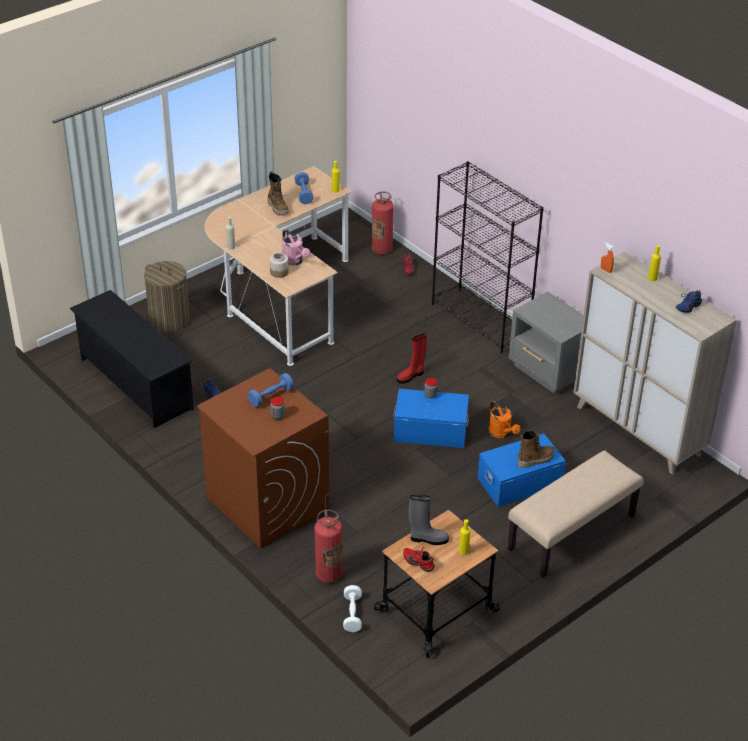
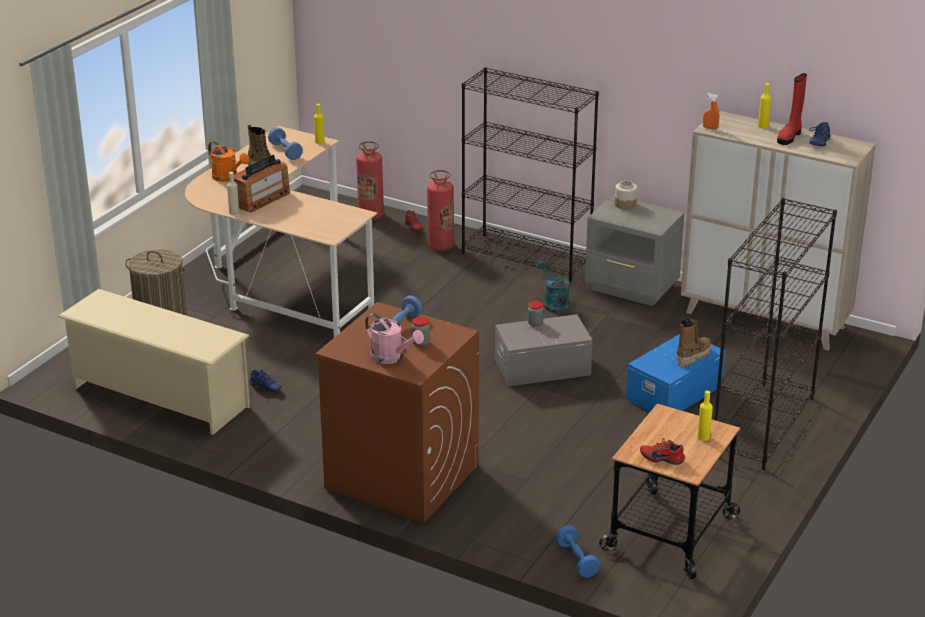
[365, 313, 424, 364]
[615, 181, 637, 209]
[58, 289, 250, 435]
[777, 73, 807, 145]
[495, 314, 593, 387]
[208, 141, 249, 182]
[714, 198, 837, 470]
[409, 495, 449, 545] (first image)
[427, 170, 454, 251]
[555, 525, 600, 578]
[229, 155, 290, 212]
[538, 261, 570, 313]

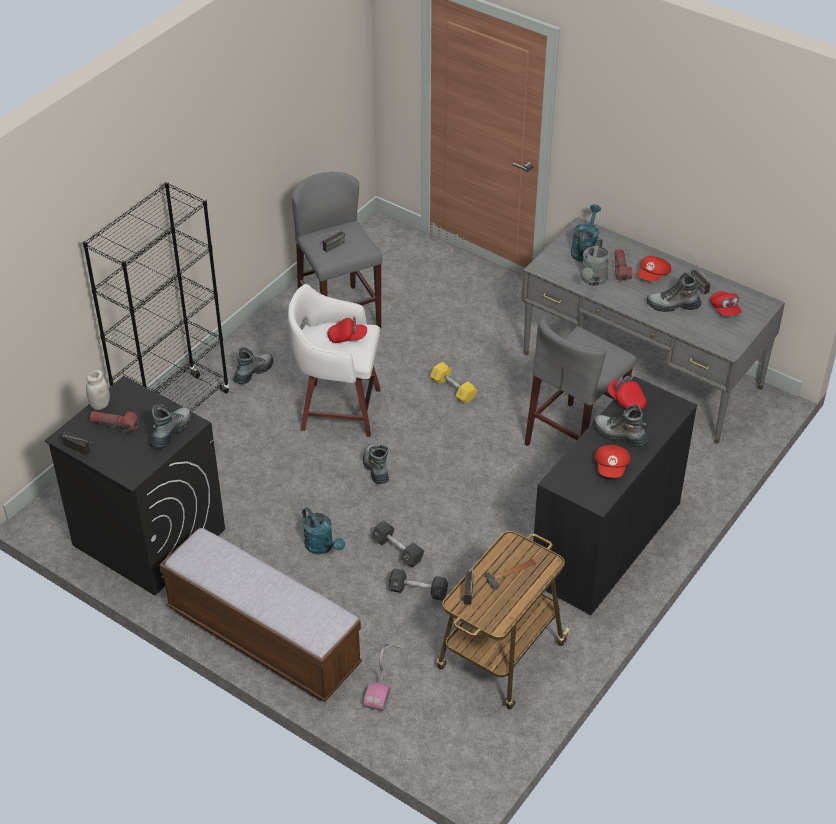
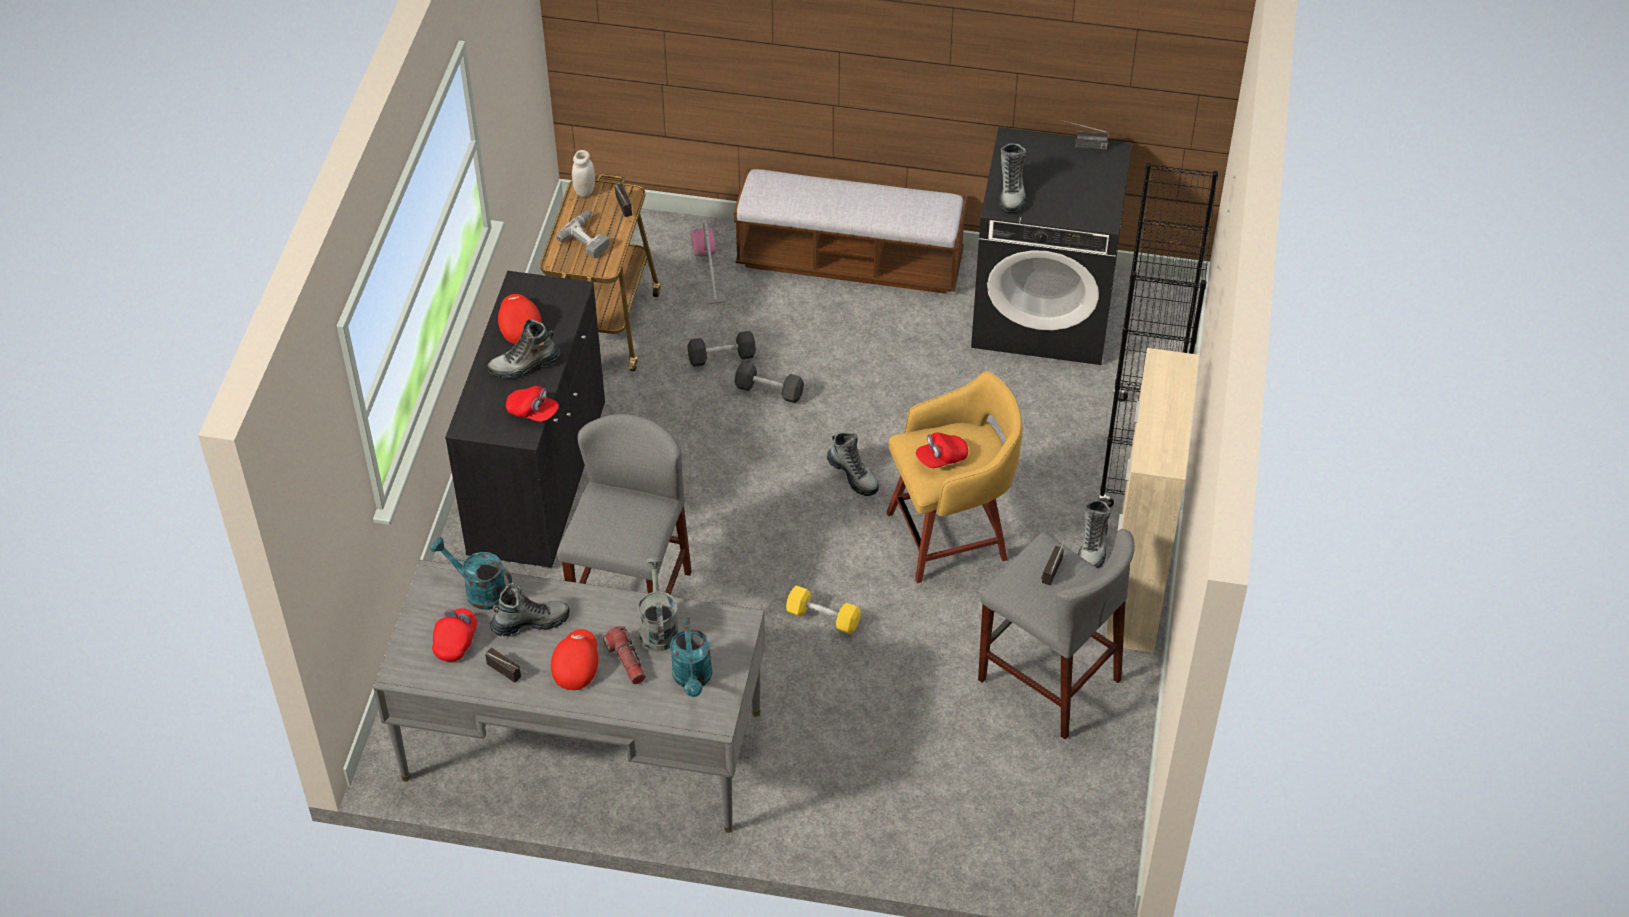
[886, 371, 1023, 583]
[432, 608, 477, 662]
[572, 150, 595, 197]
[487, 319, 561, 380]
[90, 411, 138, 433] (first image)
[430, 537, 512, 610]
[556, 210, 610, 258]
[1105, 348, 1199, 653]

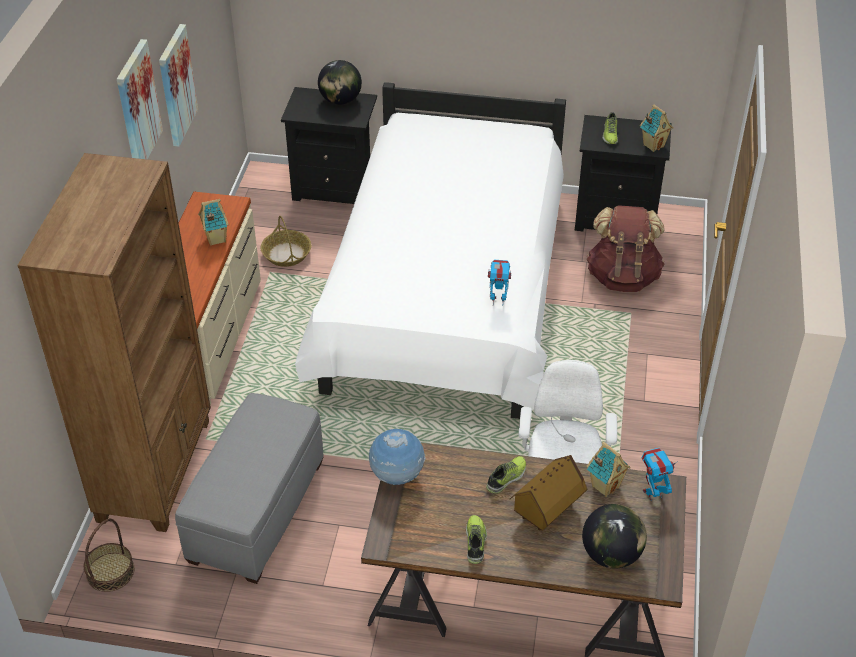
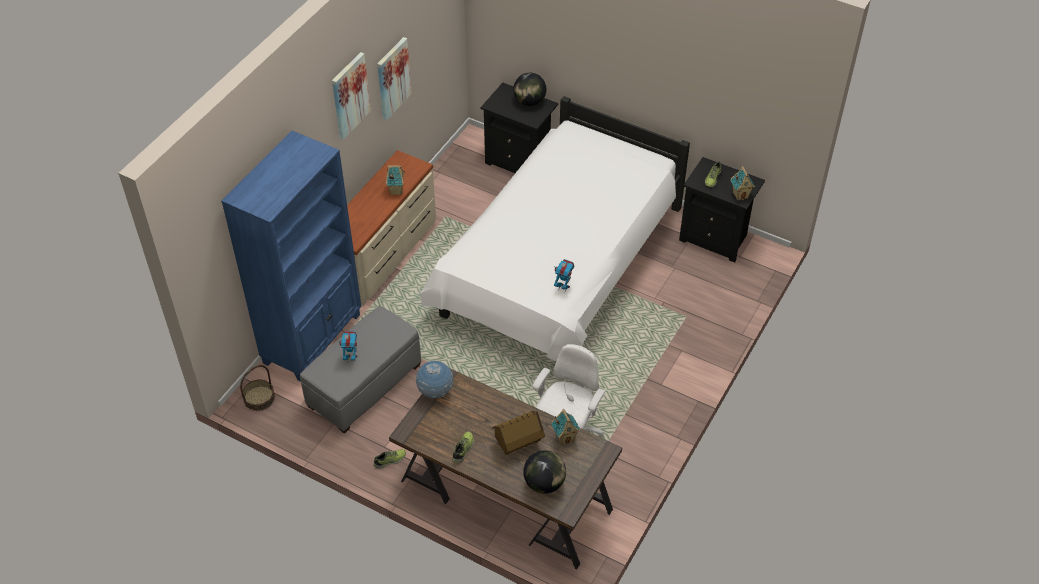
[221, 131, 362, 381]
[587, 205, 664, 292] (first image)
[261, 216, 311, 267] (first image)
[340, 331, 357, 363]
[373, 449, 406, 469]

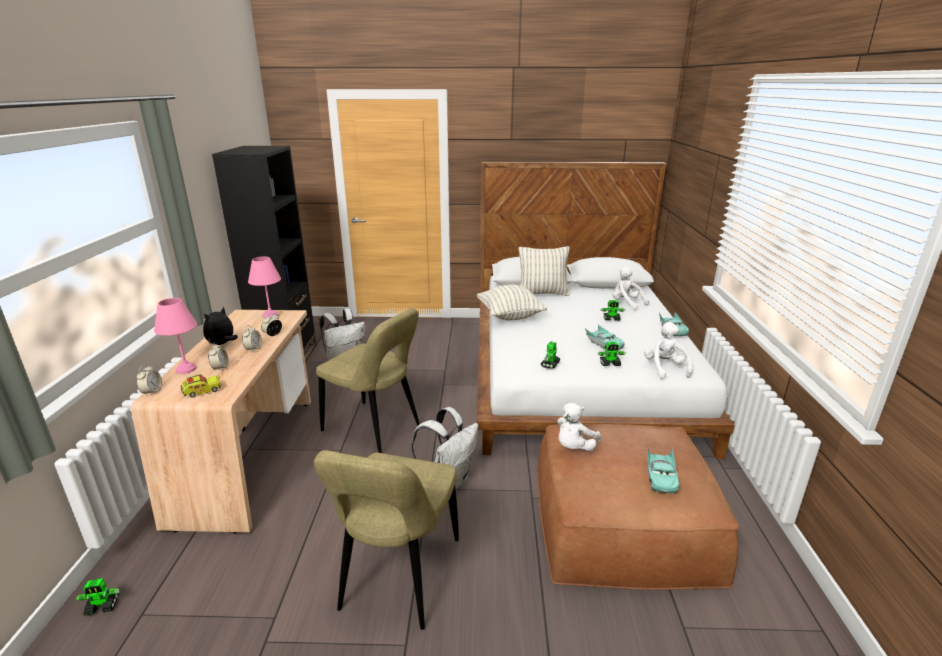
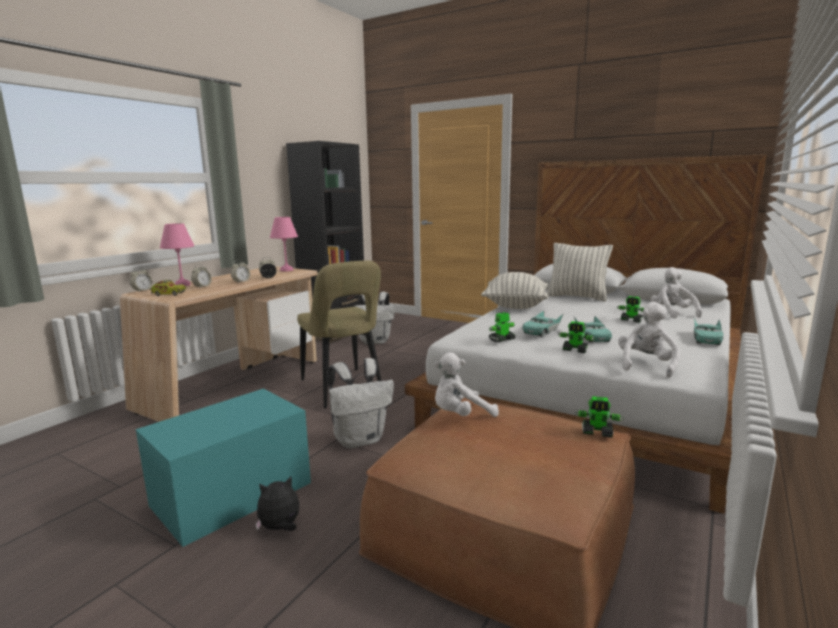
[255, 476, 299, 531]
[522, 311, 564, 337]
[136, 389, 311, 547]
[575, 396, 624, 438]

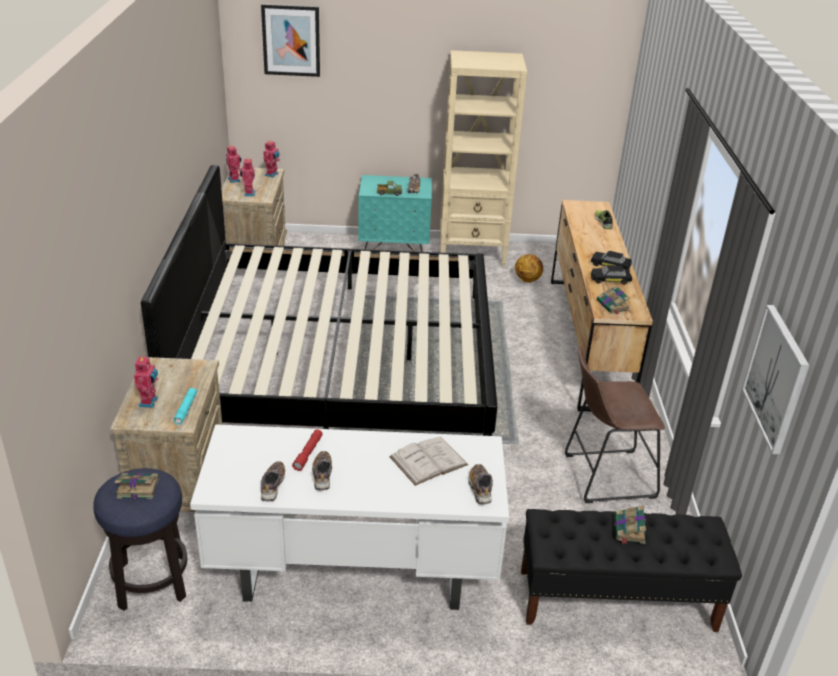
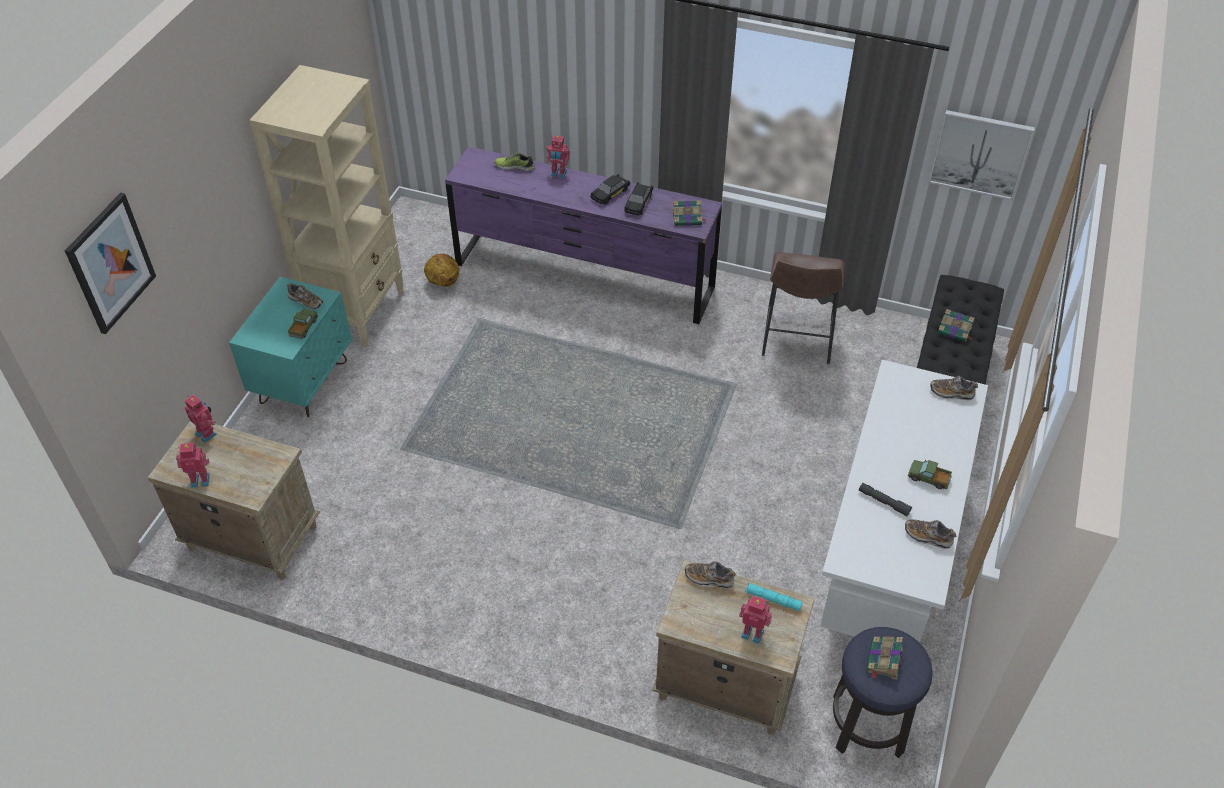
[547, 135, 570, 178]
[141, 165, 497, 436] (first image)
[445, 146, 722, 324]
[859, 483, 912, 516]
[389, 437, 468, 486] (first image)
[685, 561, 736, 589]
[908, 460, 952, 489]

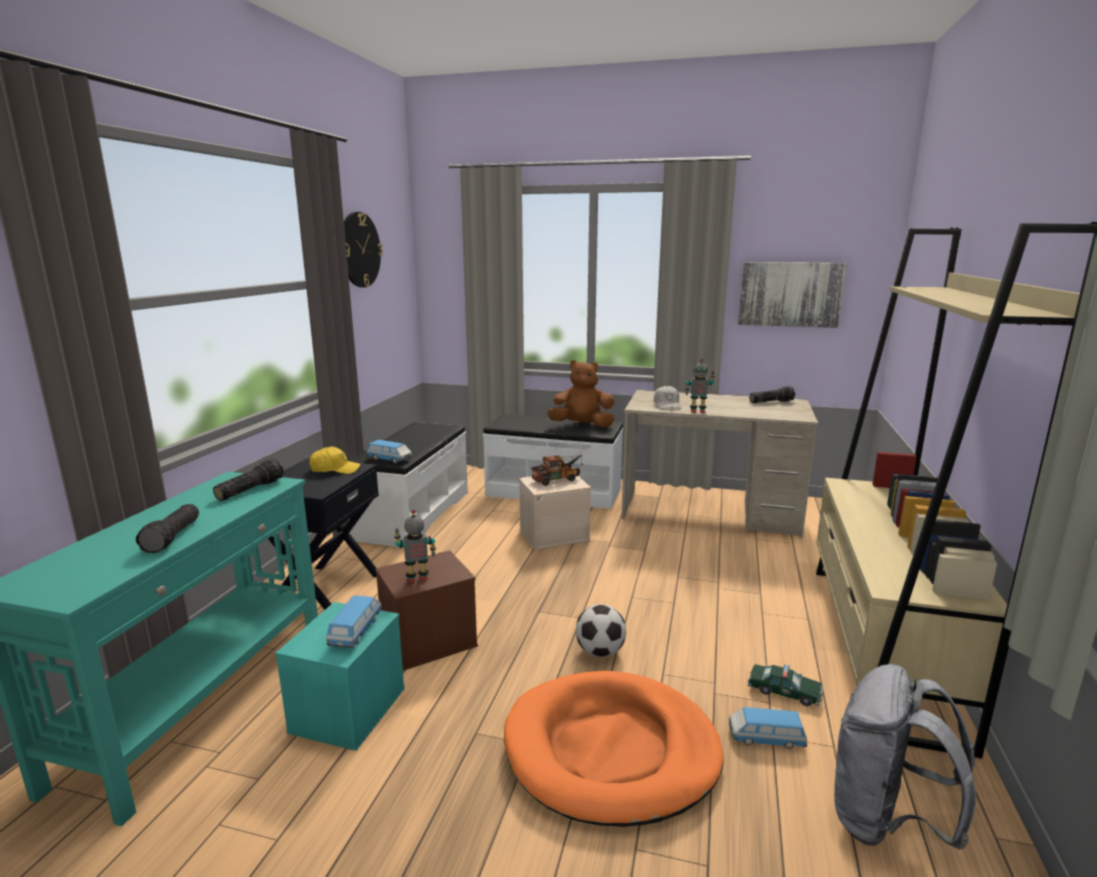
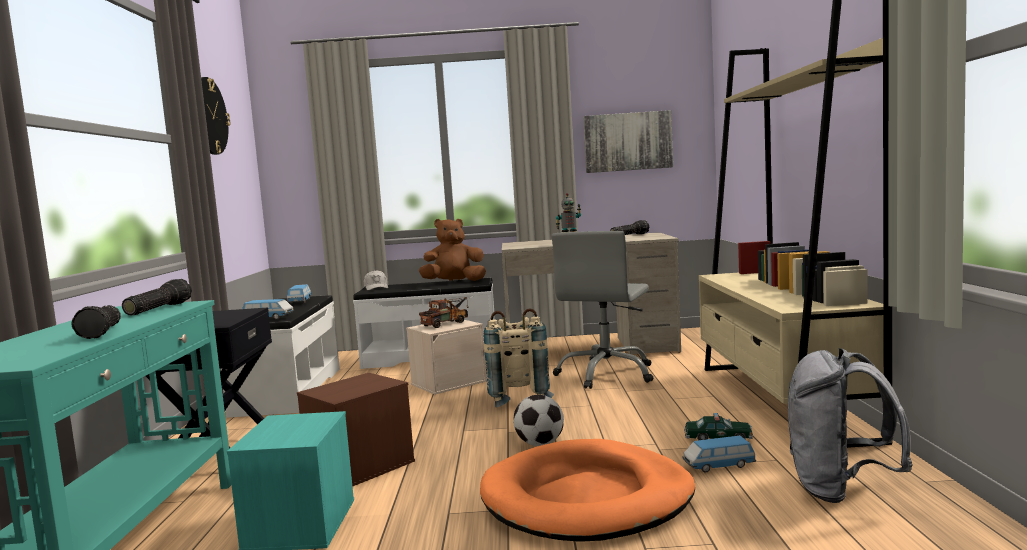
[363, 270, 388, 291]
[309, 447, 361, 474] (first image)
[394, 510, 436, 583] (first image)
[287, 284, 311, 304]
[551, 231, 653, 389]
[483, 308, 554, 407]

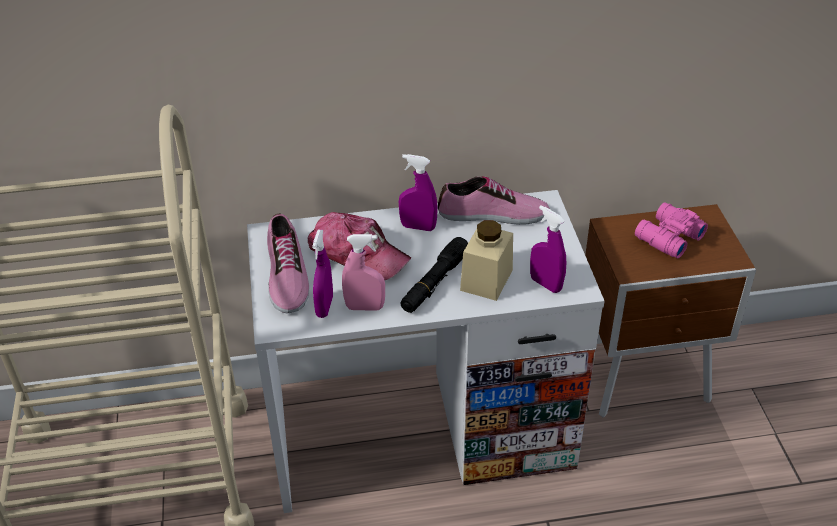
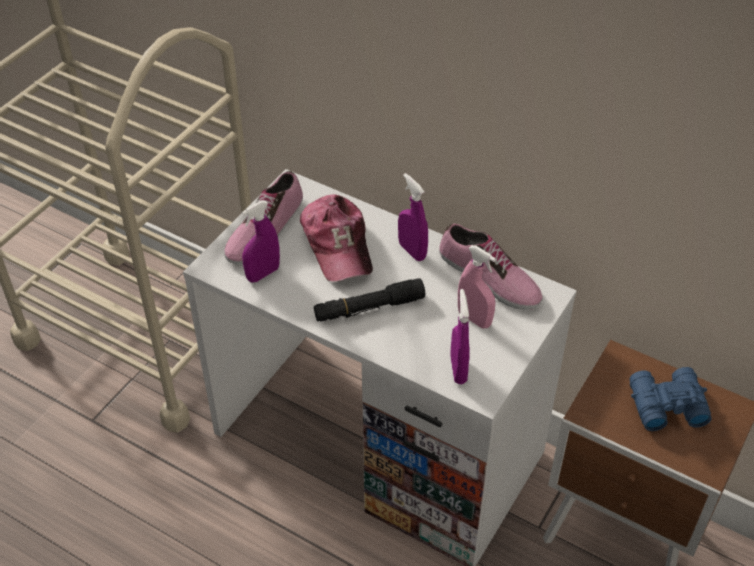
[629, 367, 711, 431]
[460, 220, 513, 301] (first image)
[458, 245, 496, 328]

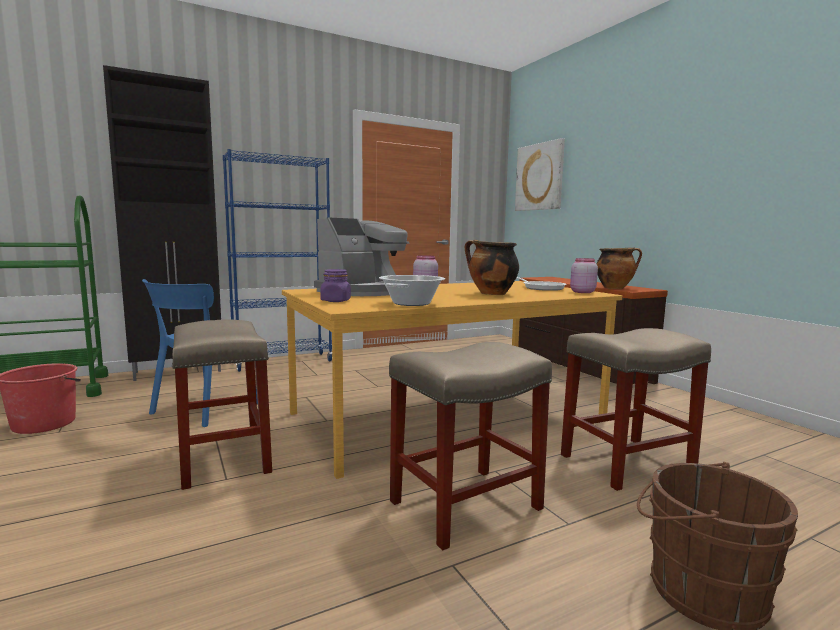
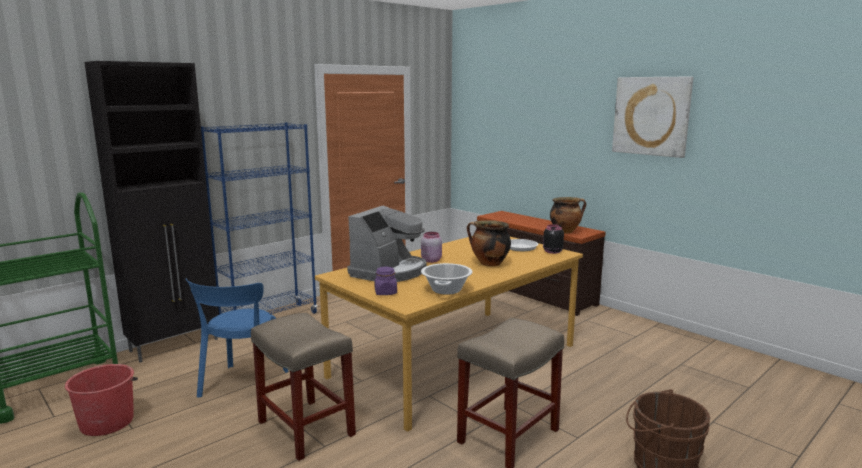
[612, 77, 693, 158]
[543, 224, 564, 254]
[561, 328, 711, 491] (first image)

